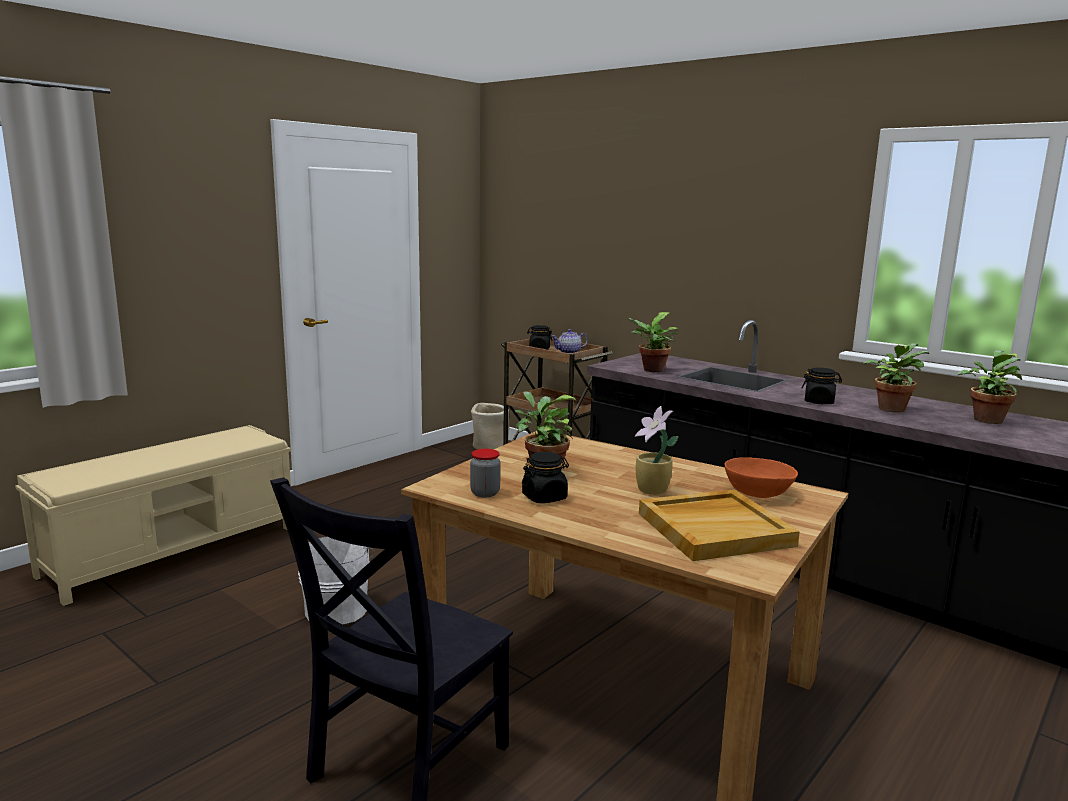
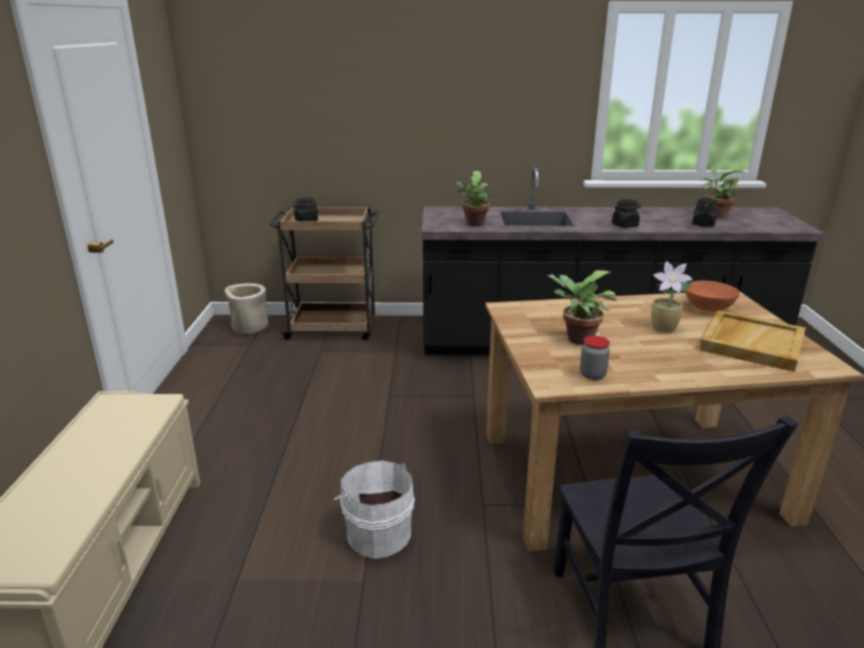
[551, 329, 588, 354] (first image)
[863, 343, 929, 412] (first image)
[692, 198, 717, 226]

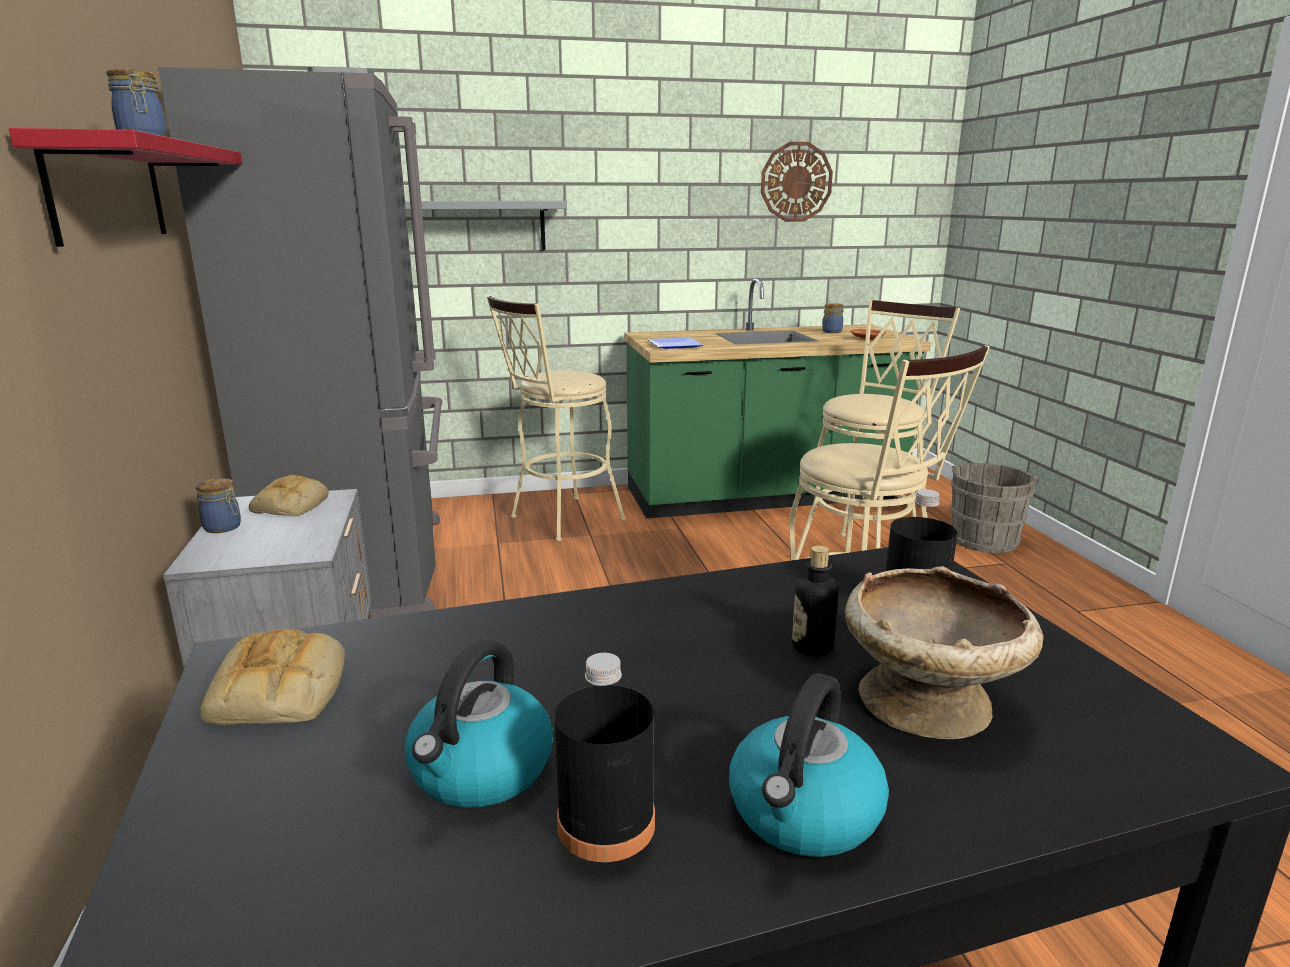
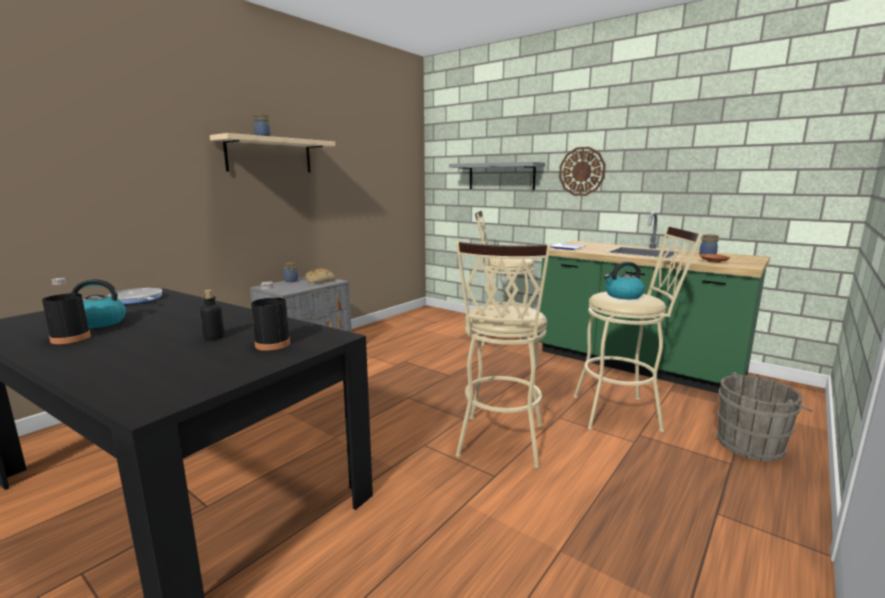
[158, 67, 442, 618] (first image)
[210, 133, 335, 173]
[559, 147, 606, 196]
[845, 566, 1044, 739] (first image)
[108, 288, 162, 305]
[604, 262, 645, 299]

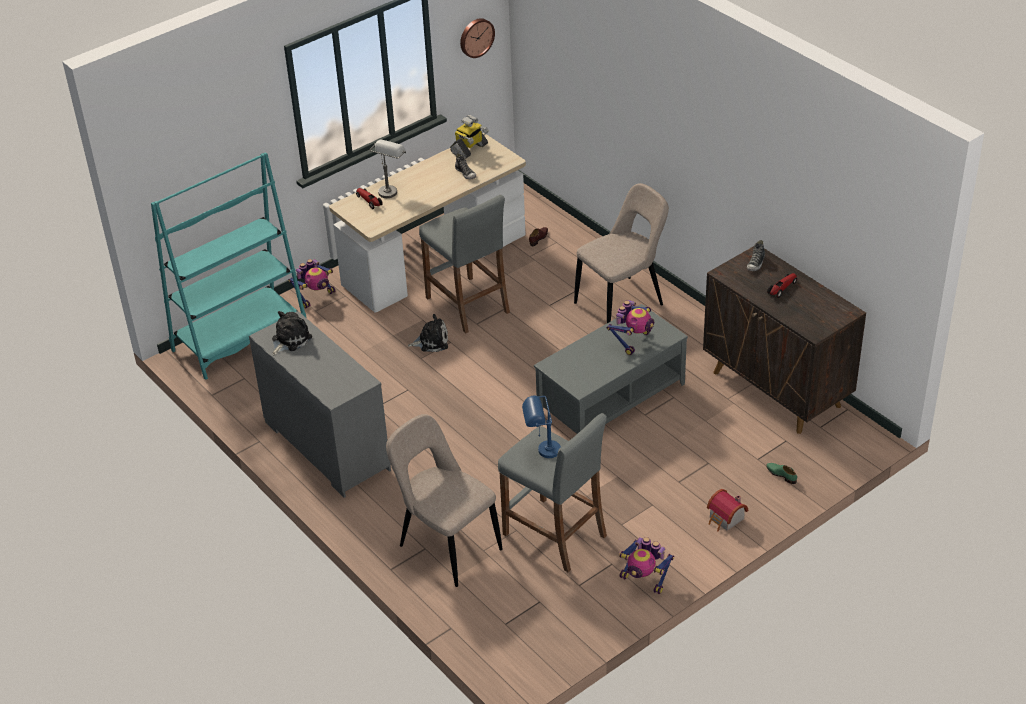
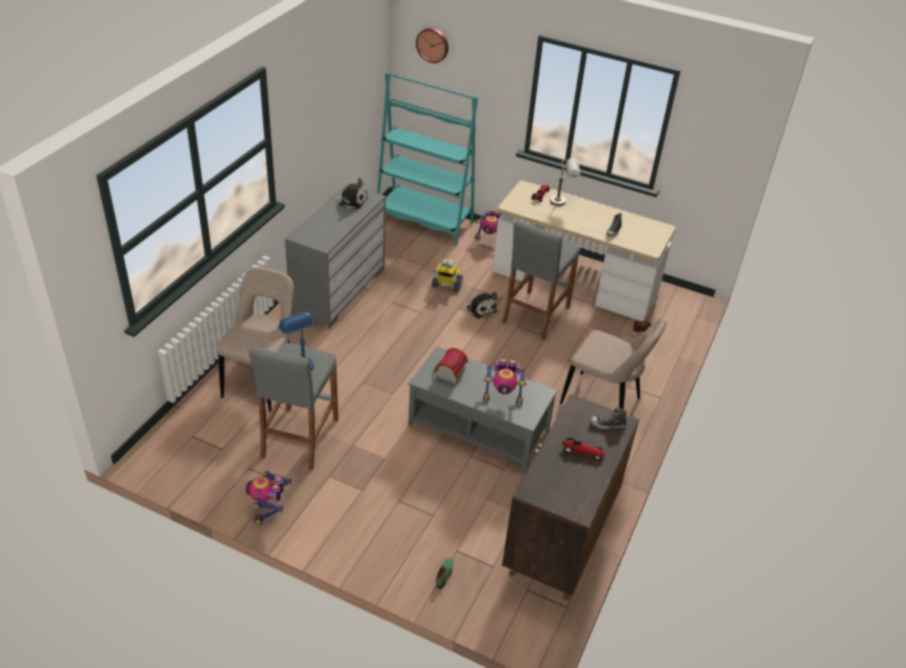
[416, 28, 448, 63]
[431, 258, 463, 292]
[433, 348, 468, 384]

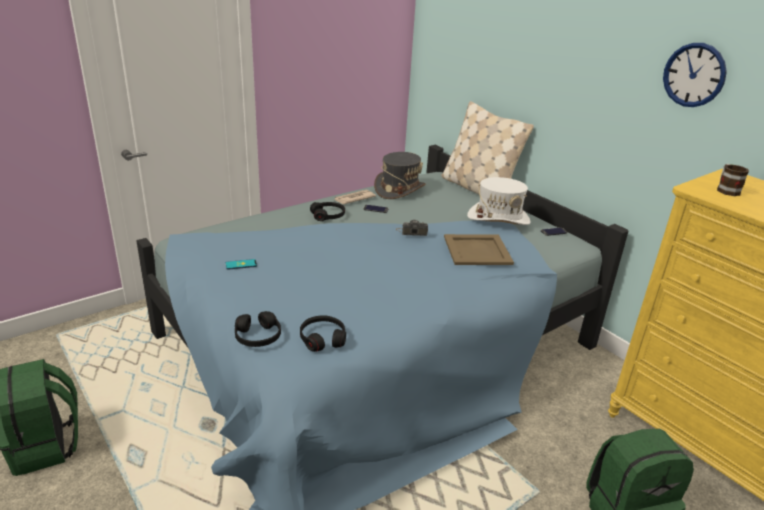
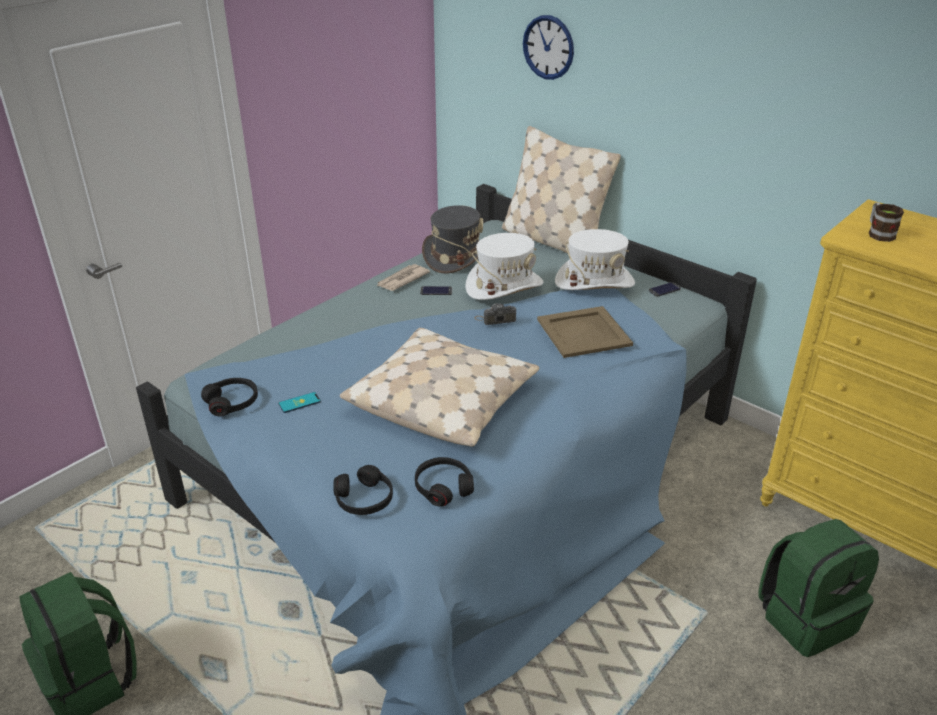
[523, 15, 574, 80]
[201, 378, 258, 416]
[465, 233, 543, 300]
[340, 328, 539, 447]

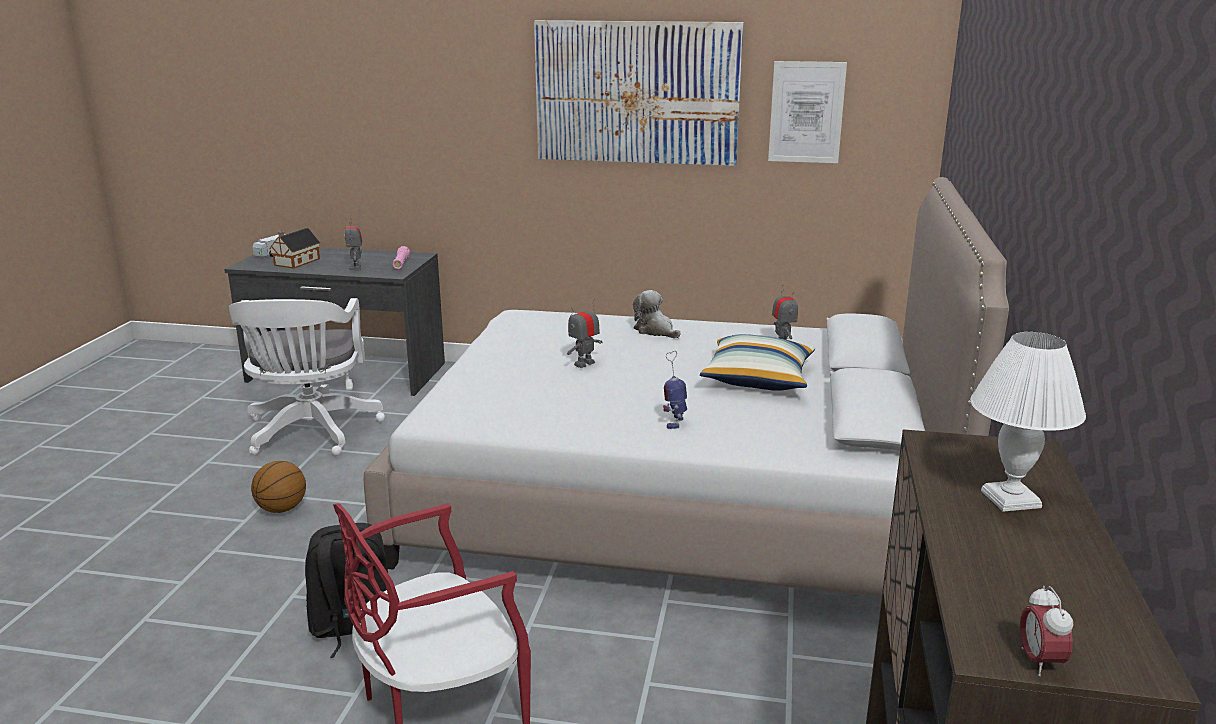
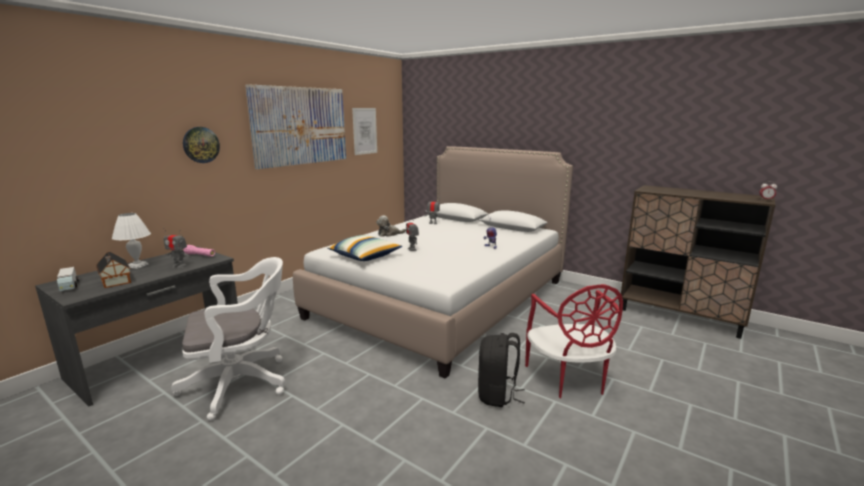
[171, 257, 285, 421]
[112, 213, 151, 269]
[327, 235, 402, 261]
[251, 461, 306, 513] (first image)
[183, 127, 220, 163]

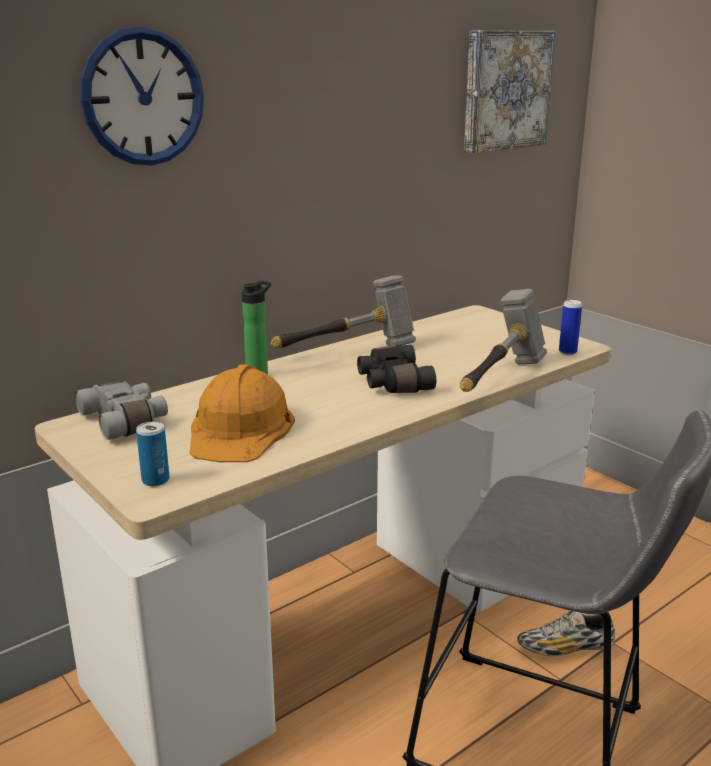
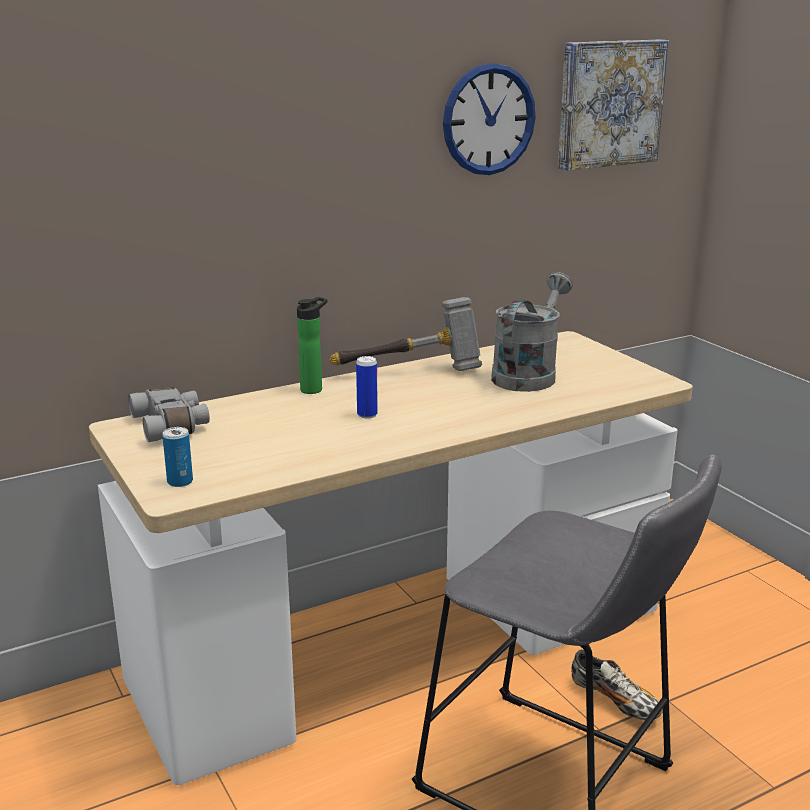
[443, 63, 536, 175]
[460, 289, 547, 392] (first image)
[356, 356, 378, 418]
[357, 345, 436, 393] (first image)
[190, 364, 295, 462] (first image)
[571, 649, 662, 720]
[491, 272, 573, 392]

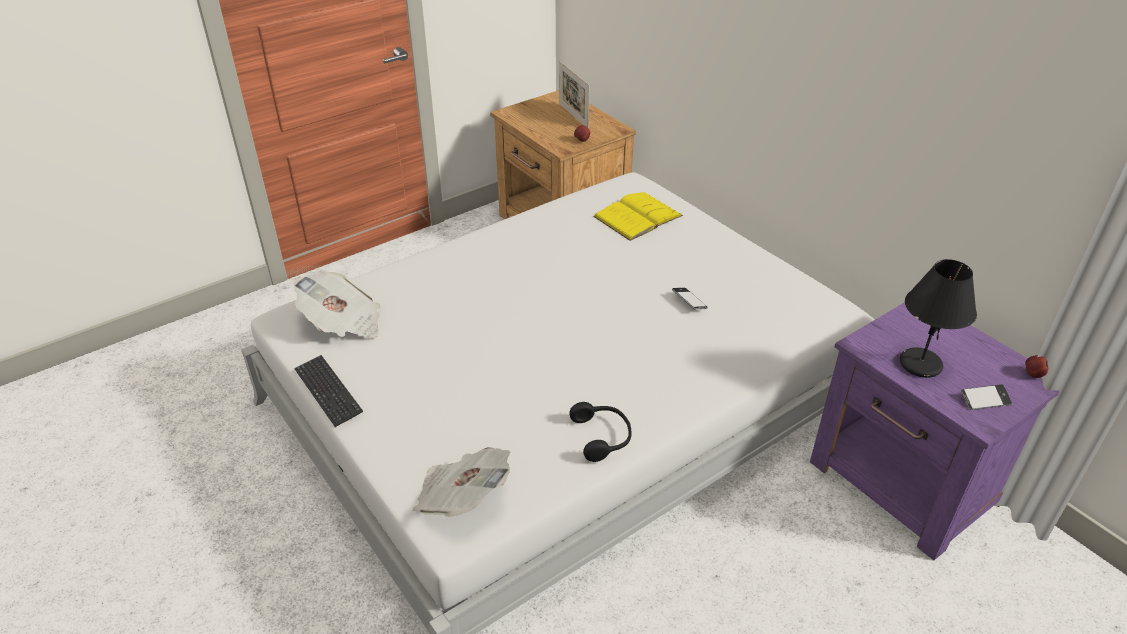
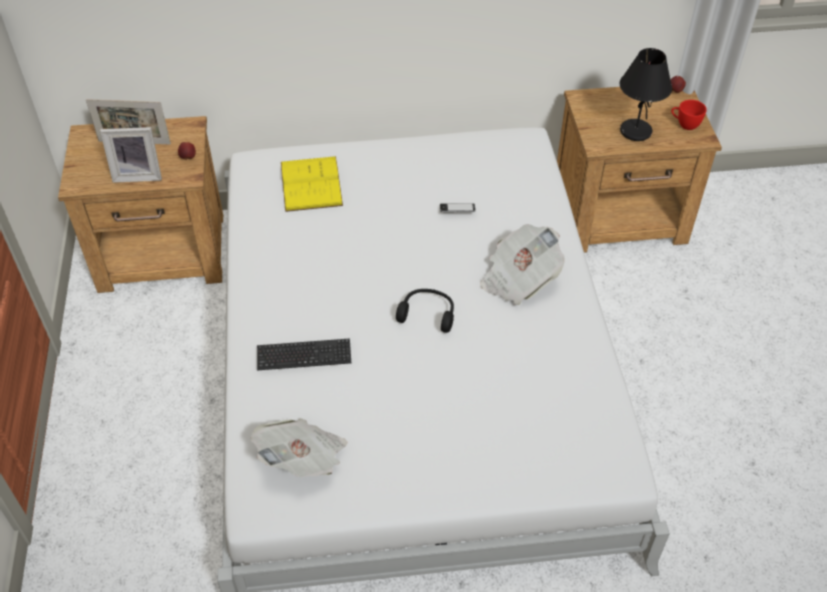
[557, 87, 722, 253]
[257, 338, 351, 370]
[671, 100, 707, 130]
[396, 289, 454, 333]
[480, 224, 565, 305]
[100, 127, 162, 183]

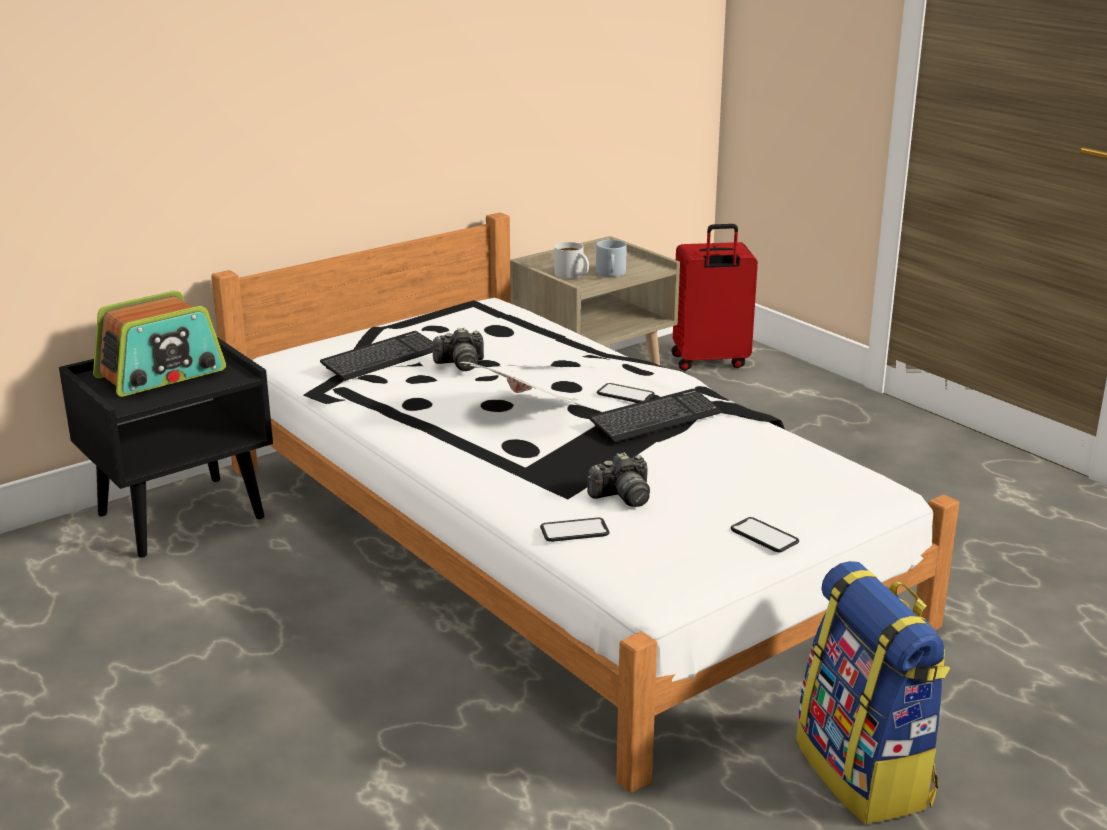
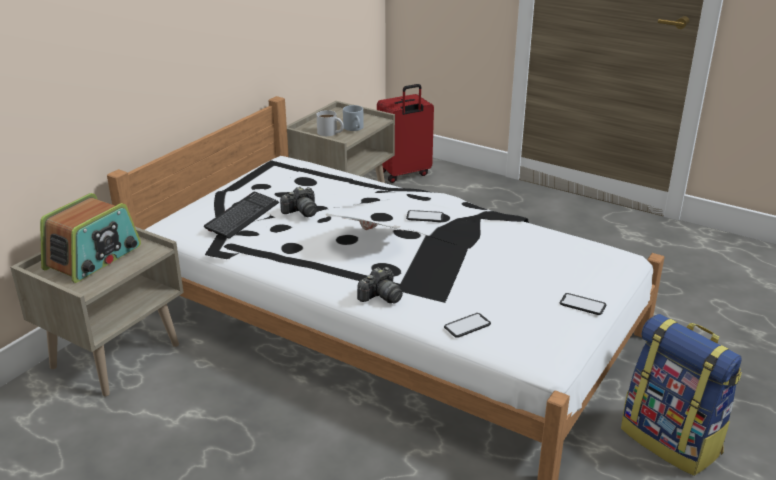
[10, 227, 184, 396]
[589, 389, 722, 442] (first image)
[357, 267, 403, 303]

